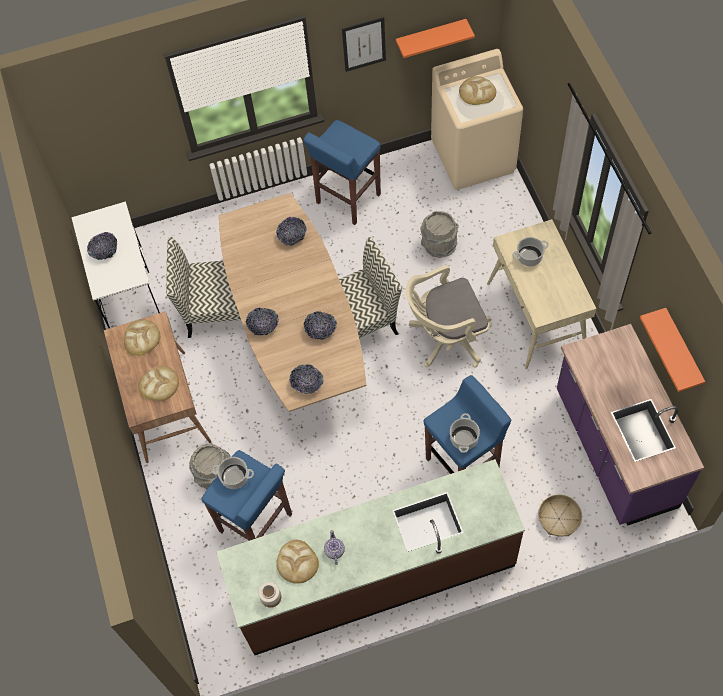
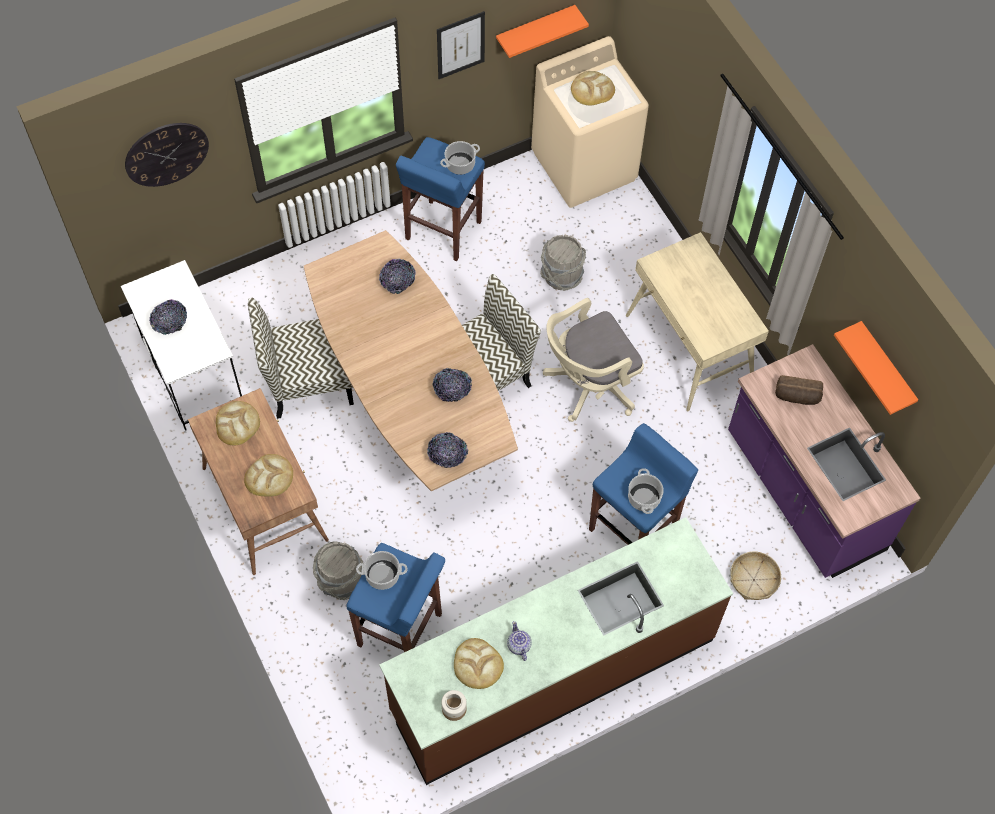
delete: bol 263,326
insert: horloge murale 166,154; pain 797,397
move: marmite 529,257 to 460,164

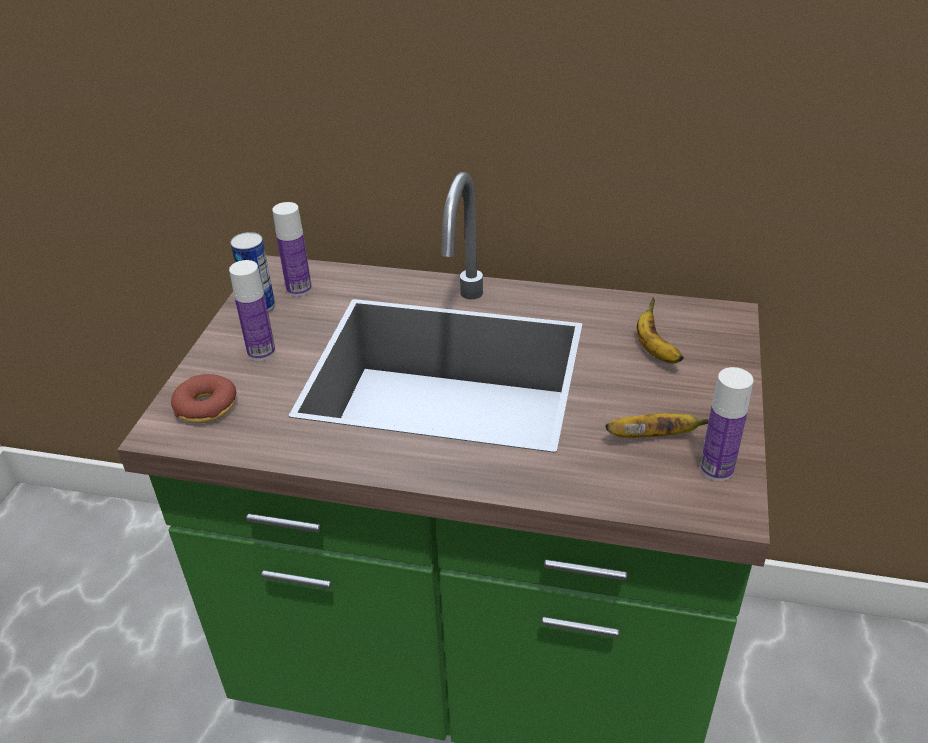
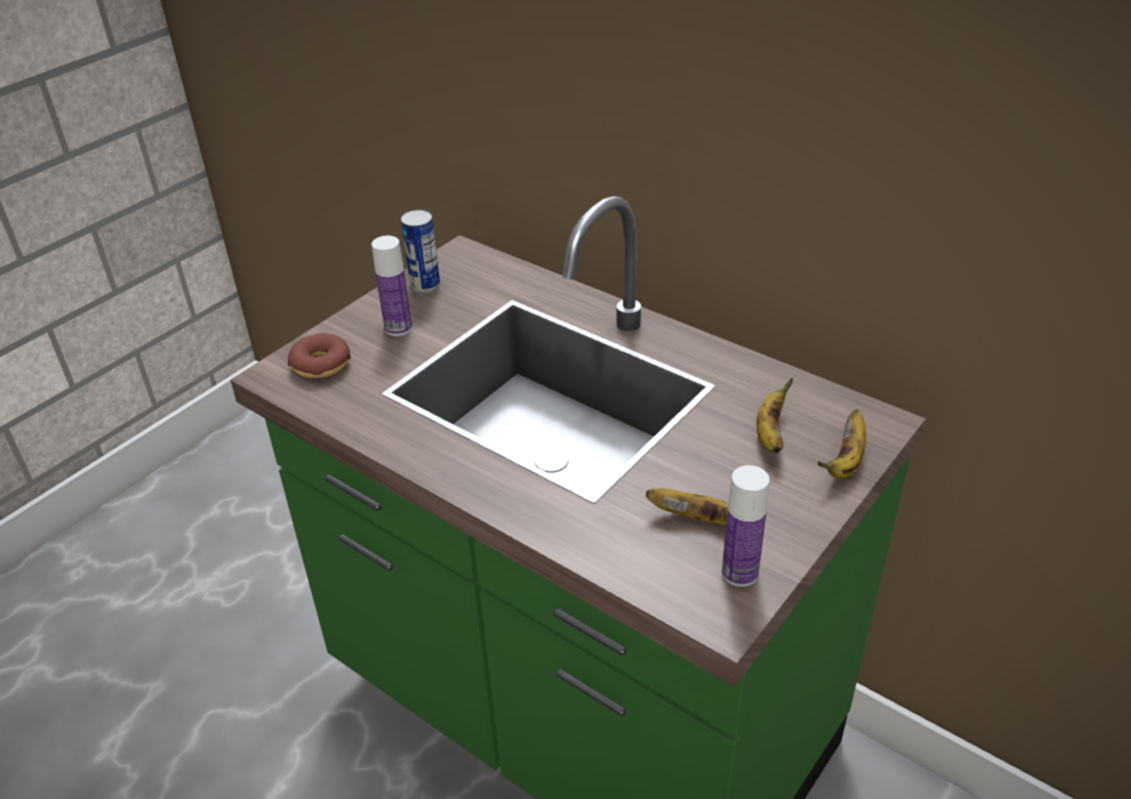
delete: bouteille 299,289
insert: banane 845,461

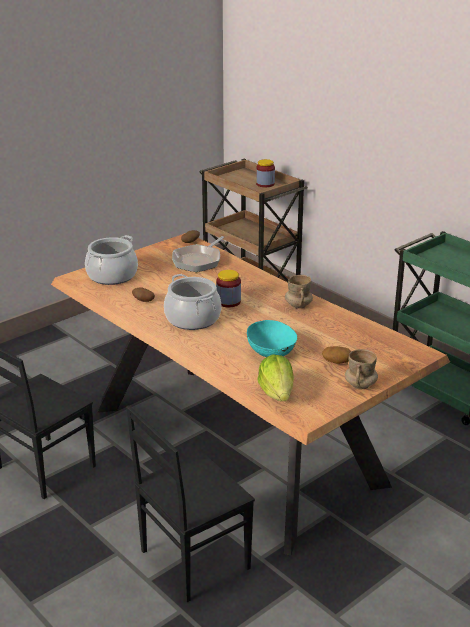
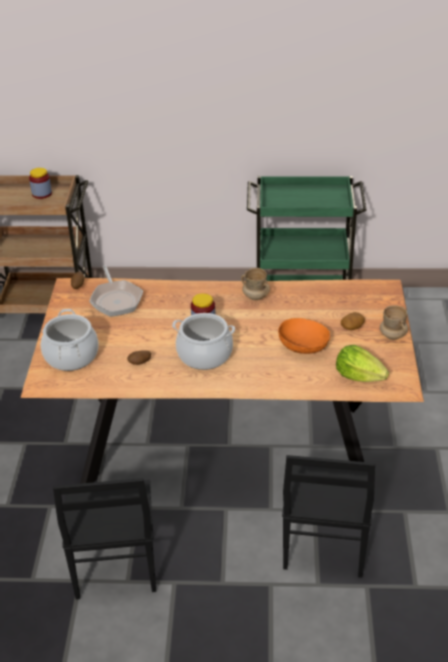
recolor: bol (turquoise) 272,353 to bol (orange) 303,347

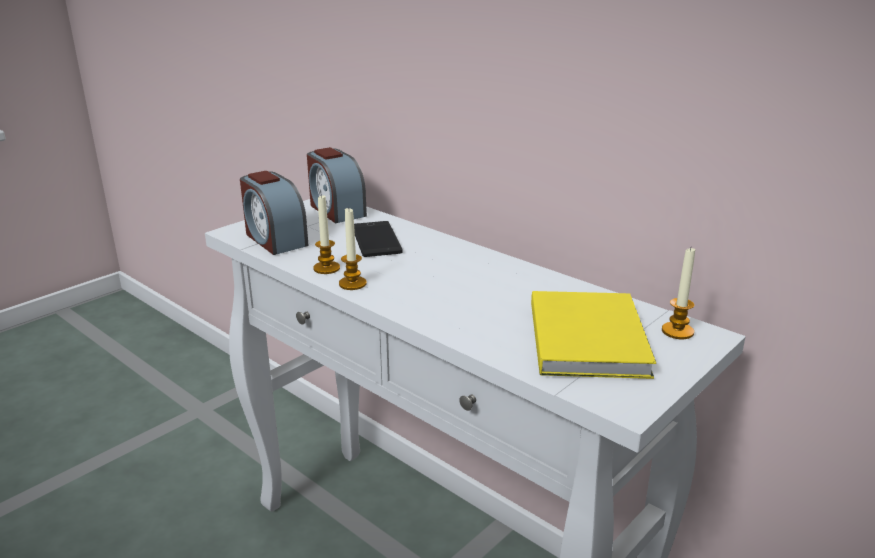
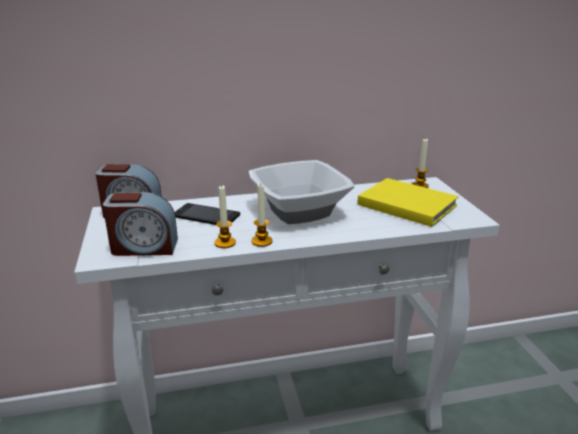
insert: bol 300,211

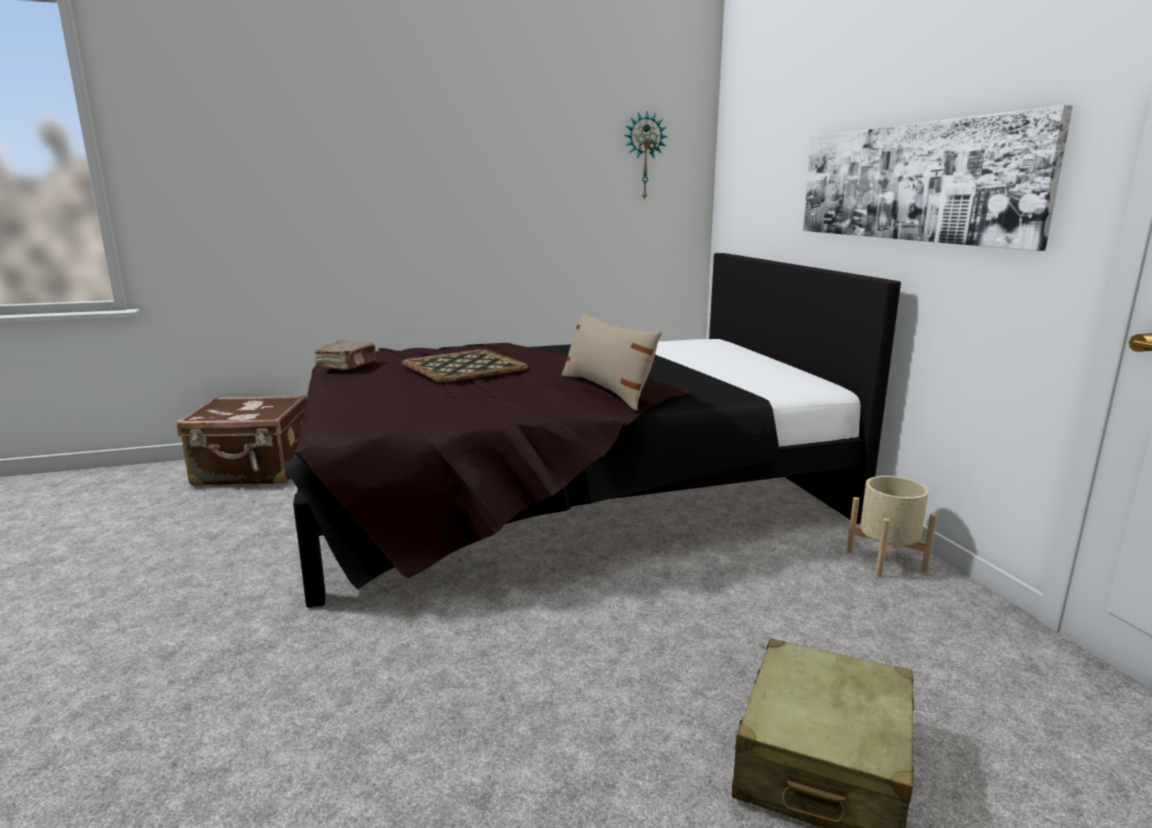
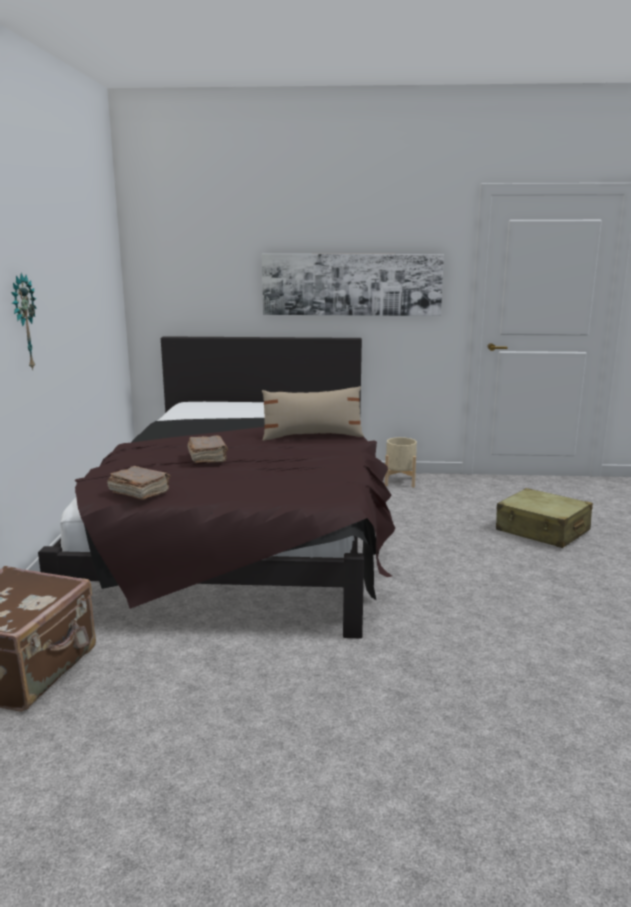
move: horloge murale 644,156 to 22,322
replace: plateau 465,366 to livre (marron) 208,458

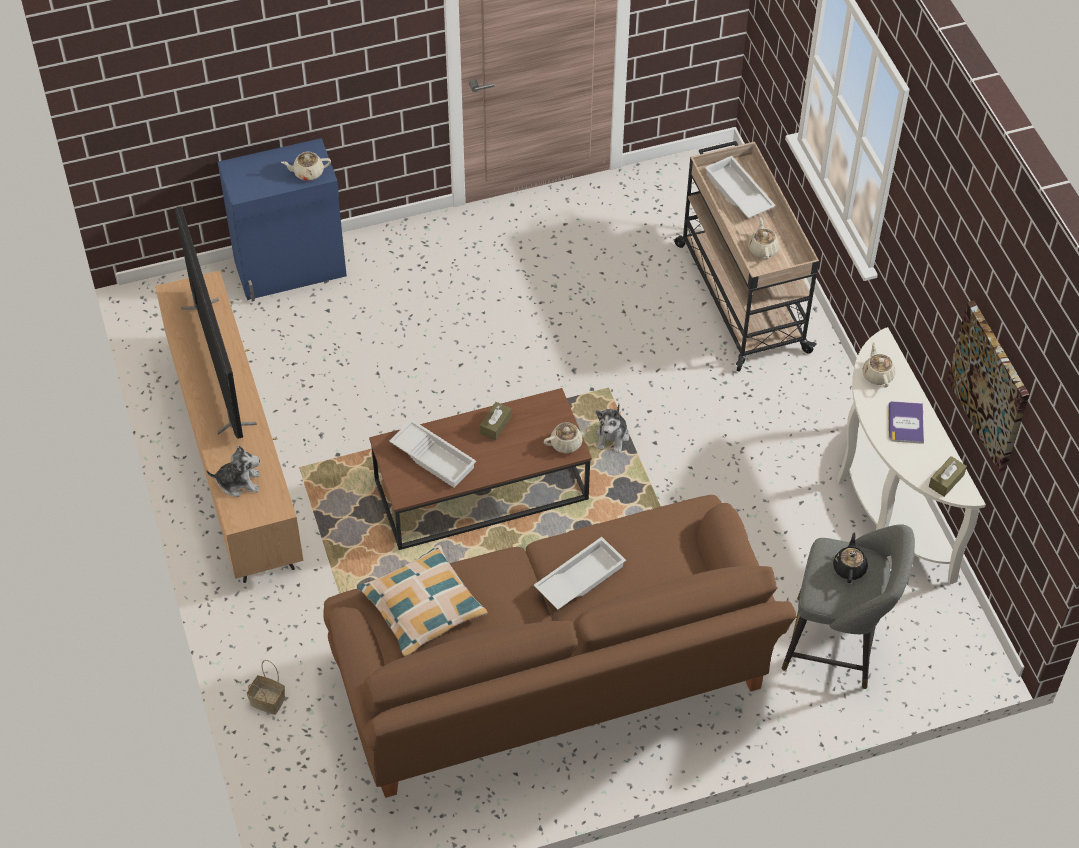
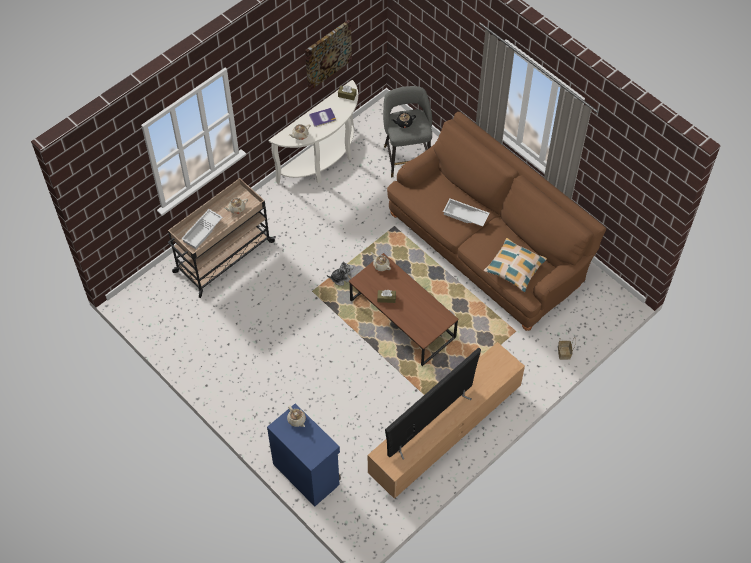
delete: peluche 238,482; plateau (blanc) 434,457

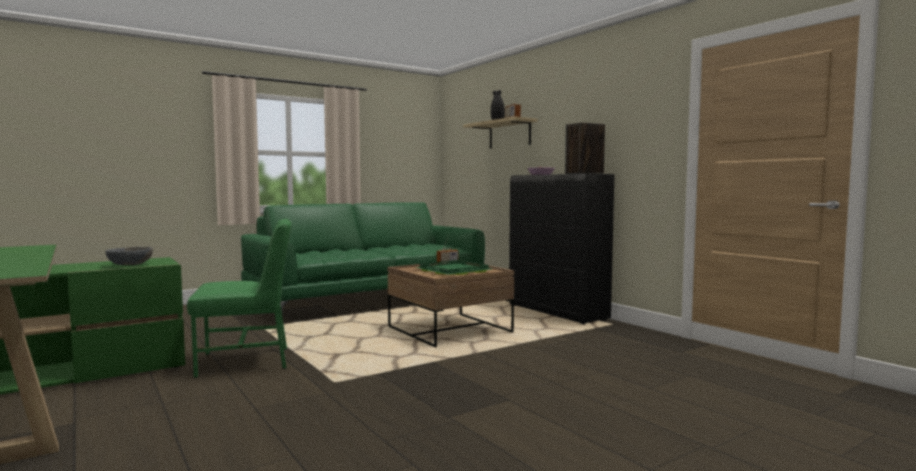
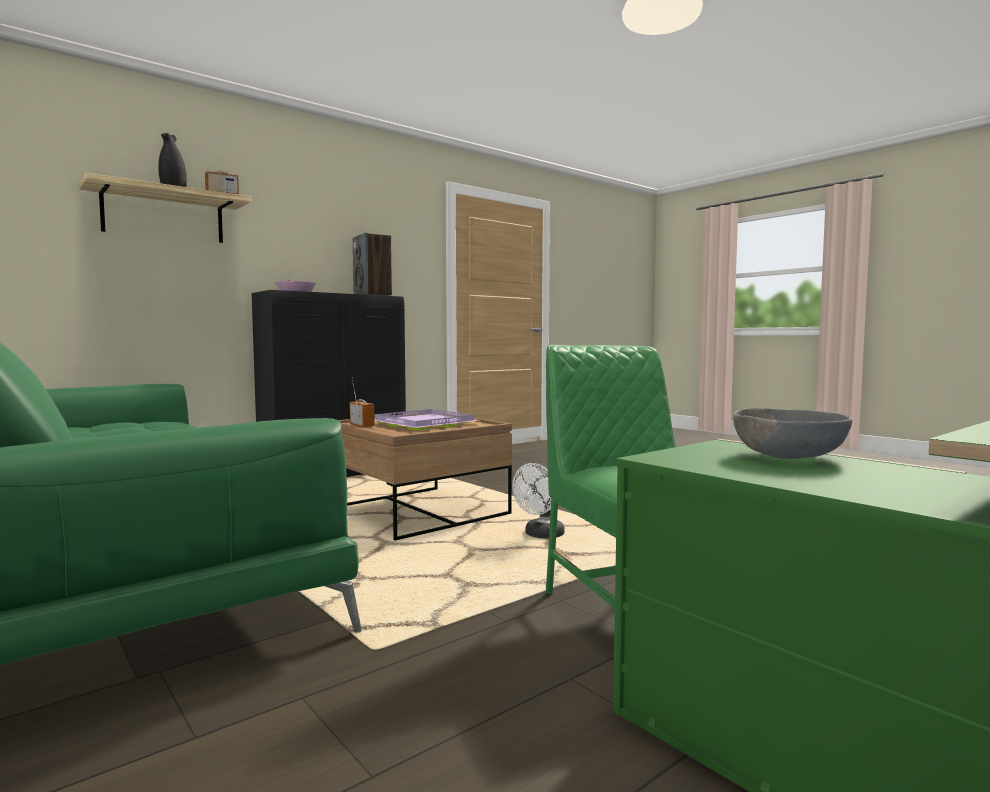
insert: ventilateur (blanc) 540,535
recolor: plateau (vert) 455,271 to plateau (violet) 424,423

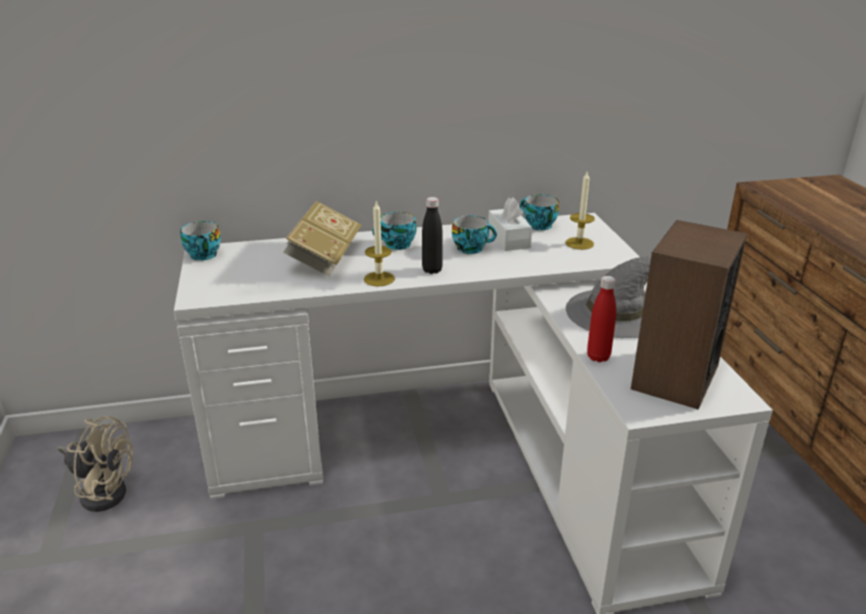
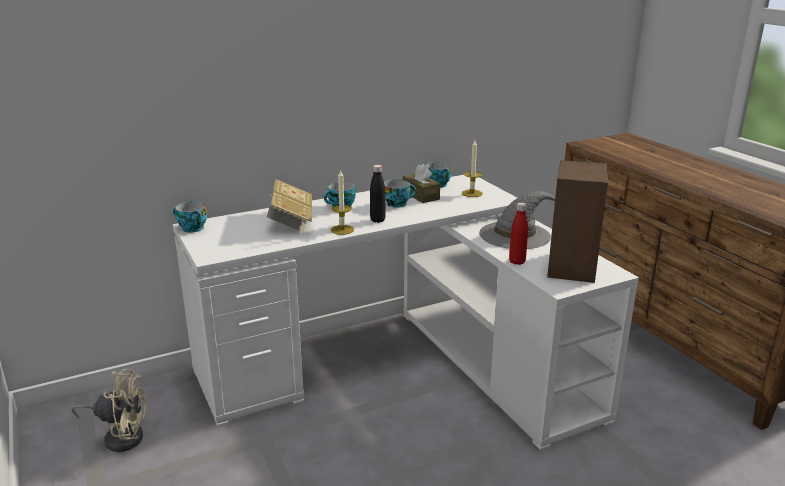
recolor: boîte à mouchoirs (blanc) 508,239 to boîte à mouchoirs (marron) 420,195

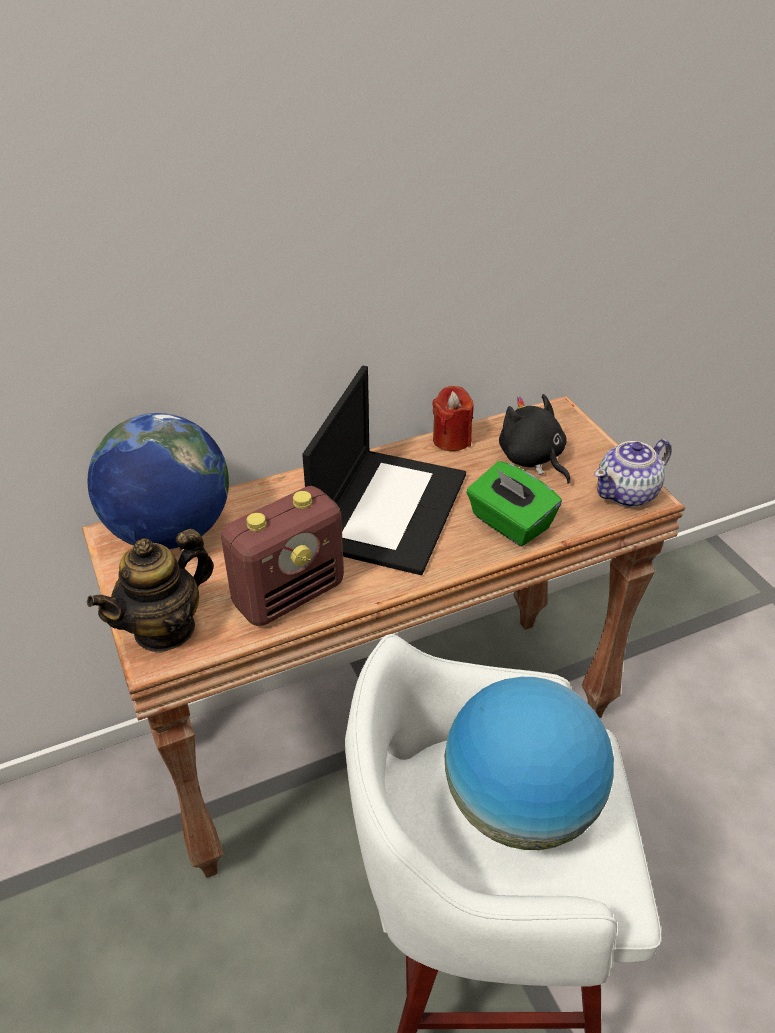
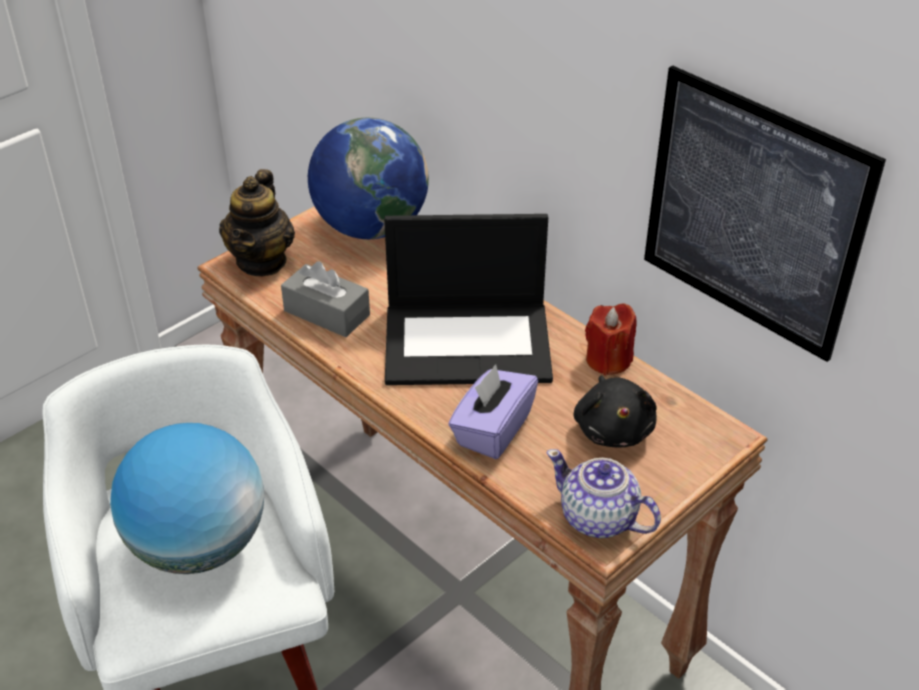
insert: tableau 752,214
replace: radio 290,594 to boîte à mouchoirs (gris) 327,313
recolor: boîte à mouchoirs (vert) 509,523 to boîte à mouchoirs (violet) 492,430
rotate: théière 165,629 = 262,261 105 degrees counterclockwise; peluche (noir) 532,459 = 613,428 135 degrees clockwise

